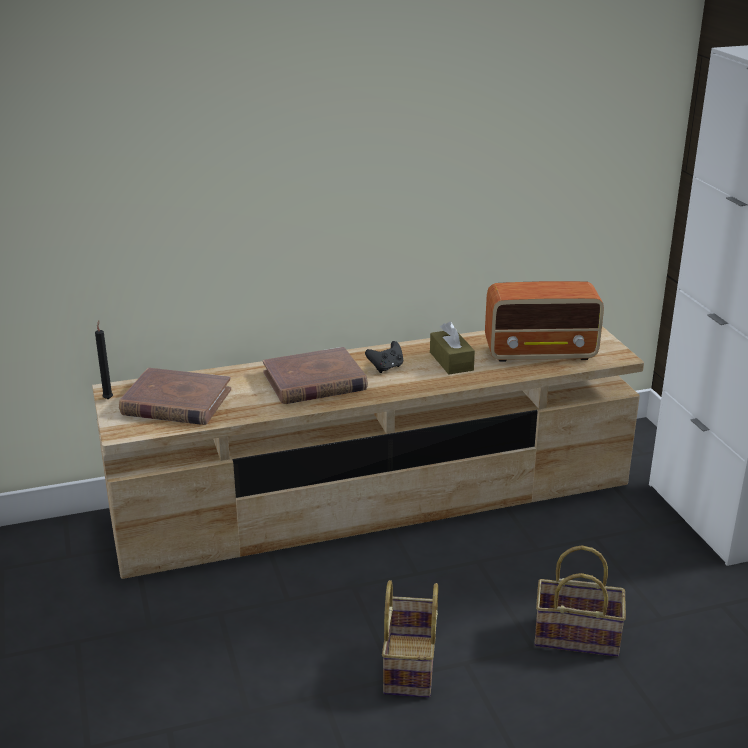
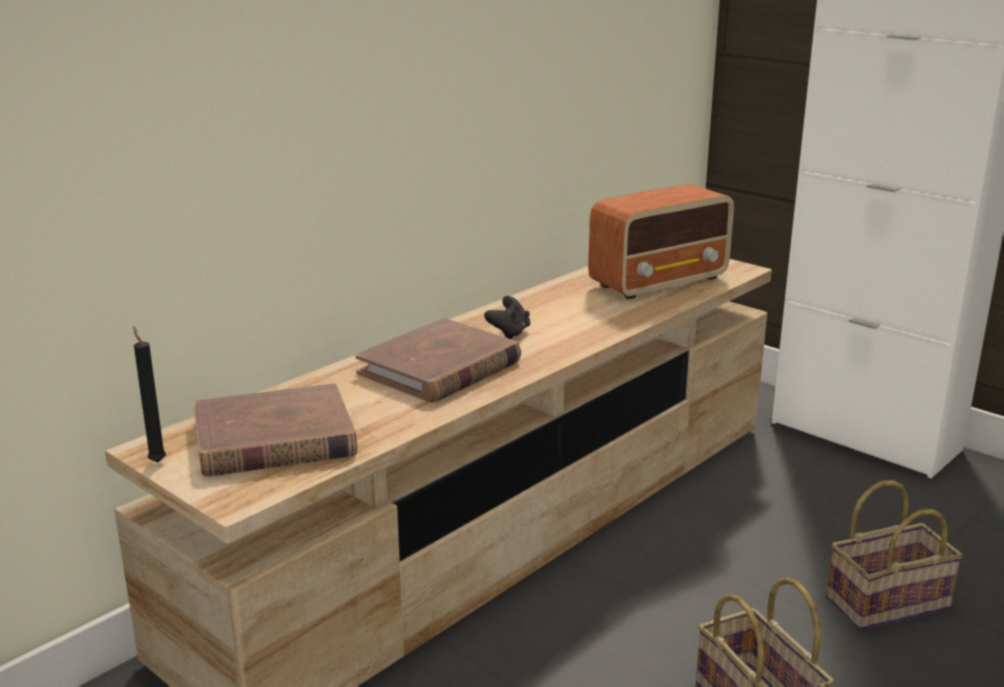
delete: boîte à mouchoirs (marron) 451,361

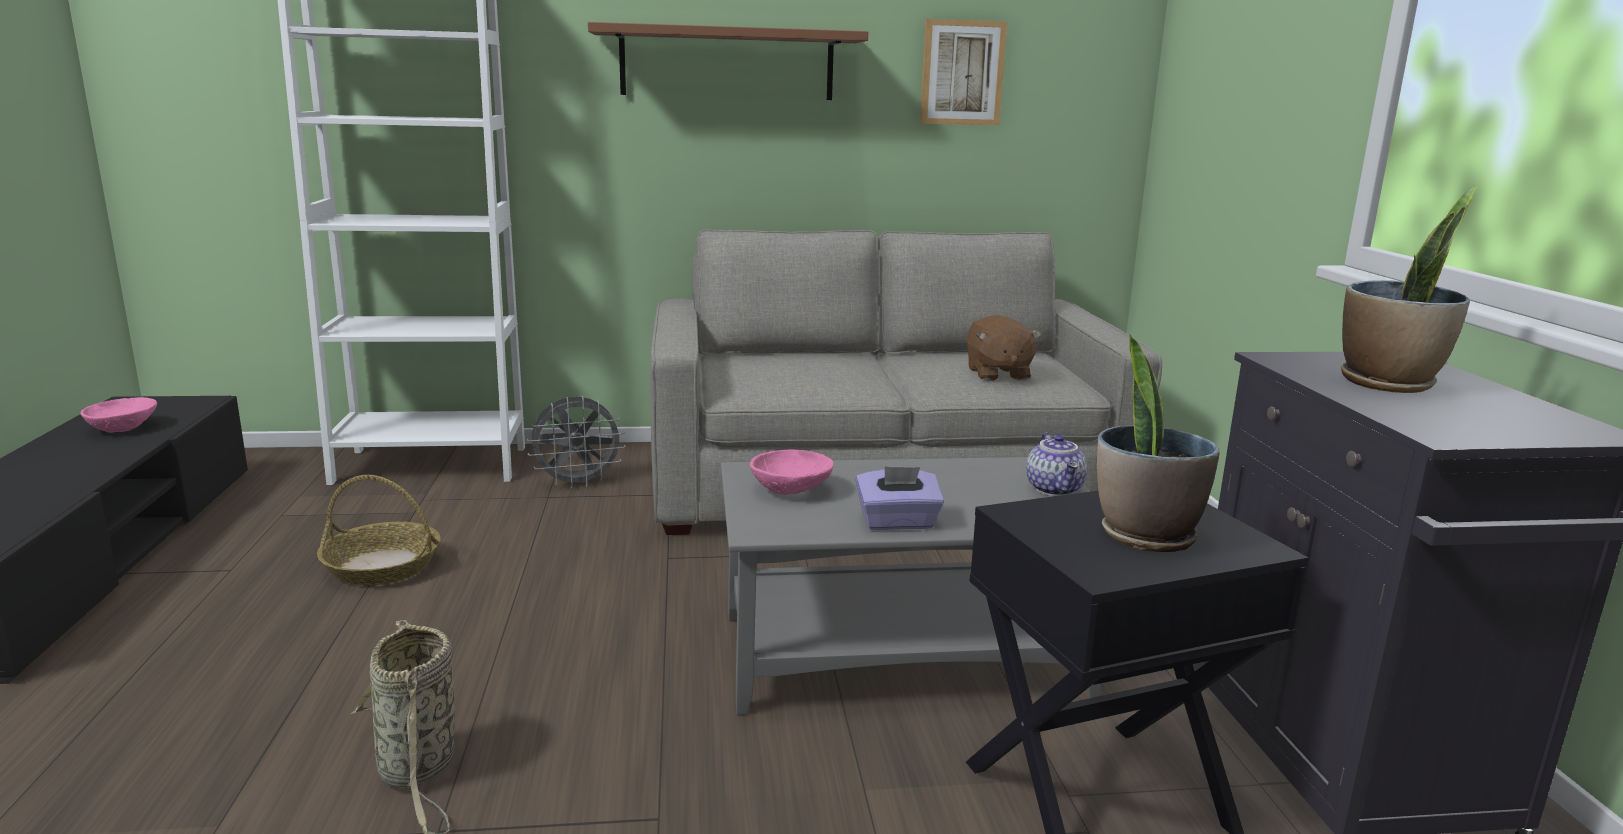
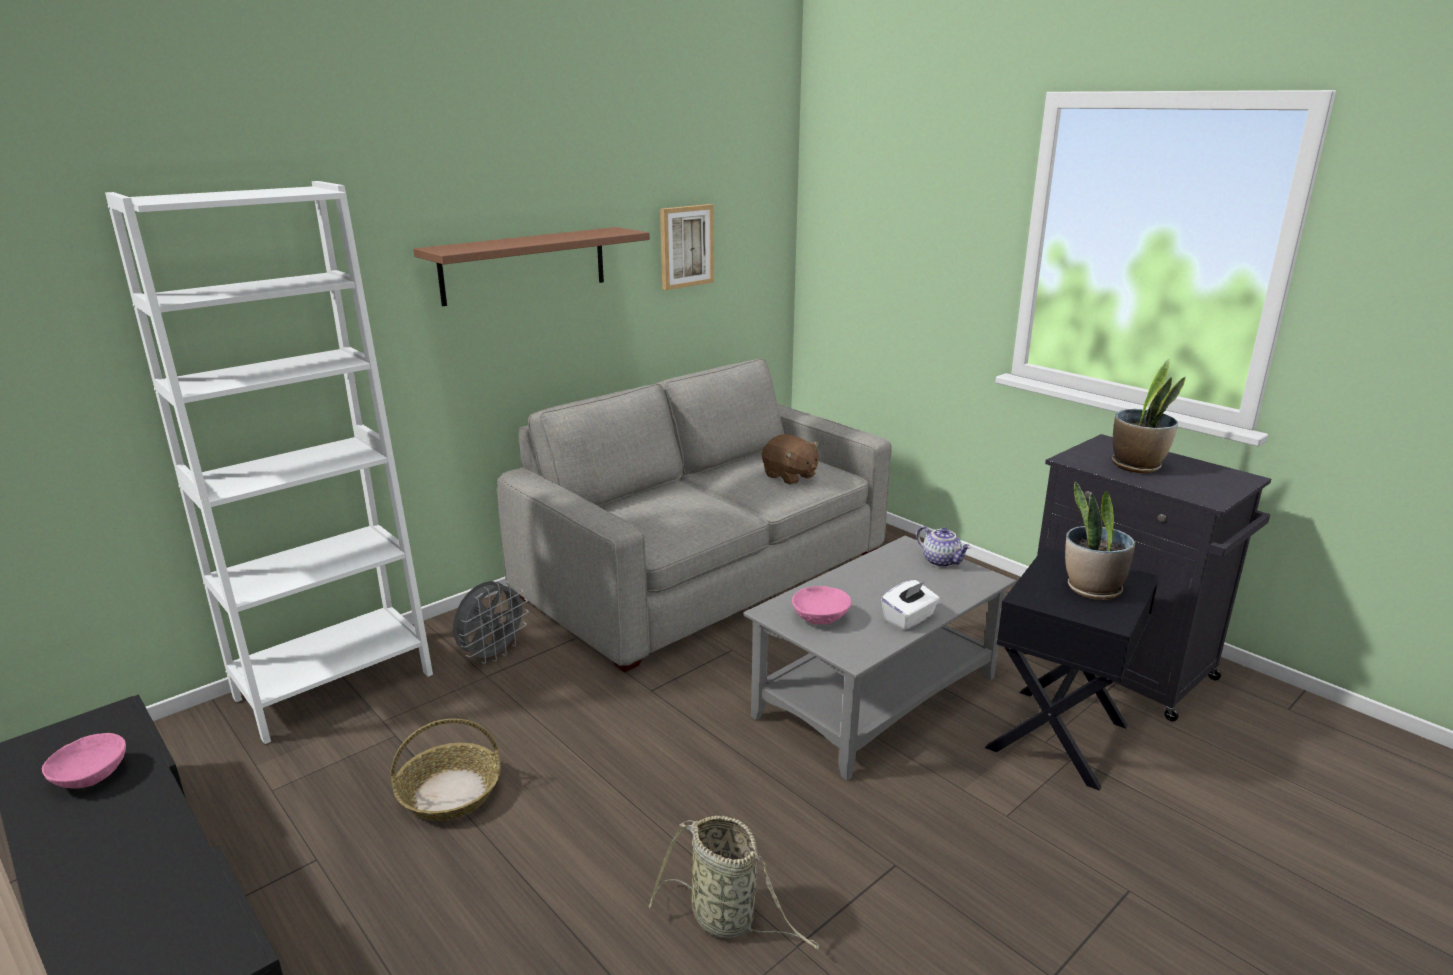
recolor: boîte à mouchoirs (violet) 897,523 to boîte à mouchoirs (blanc) 909,619

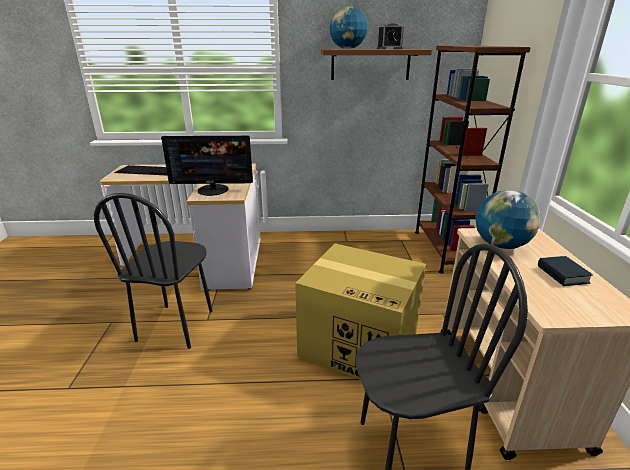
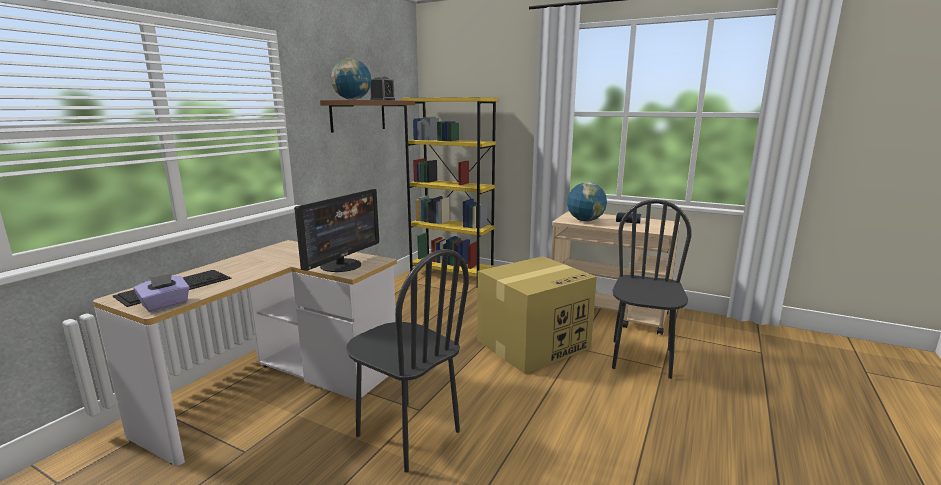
insert: boîte à mouchoirs (violet) 165,305
recolor: bibliothèque (marron) 444,250 to bibliothèque (jaune) 451,275

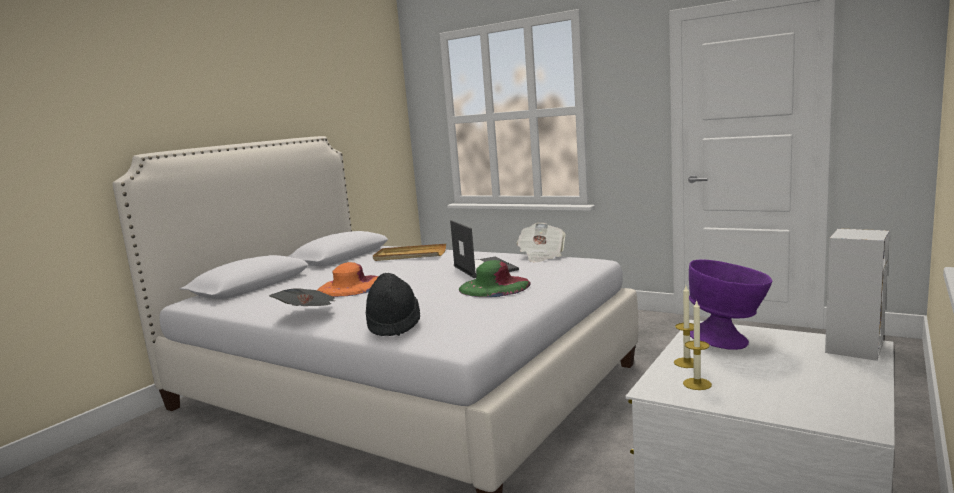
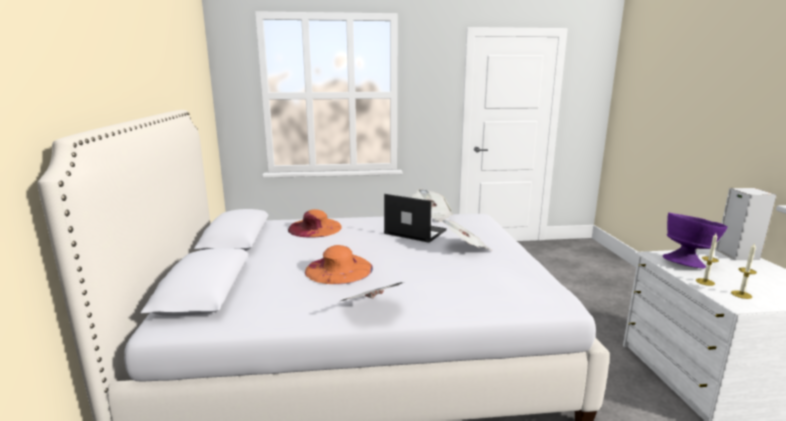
delete: chapeau (noir) 393,325
replace: plateau (beige) 410,255 to chapeau (orange) 315,228; chapeau (vert) 494,286 to journal 465,247

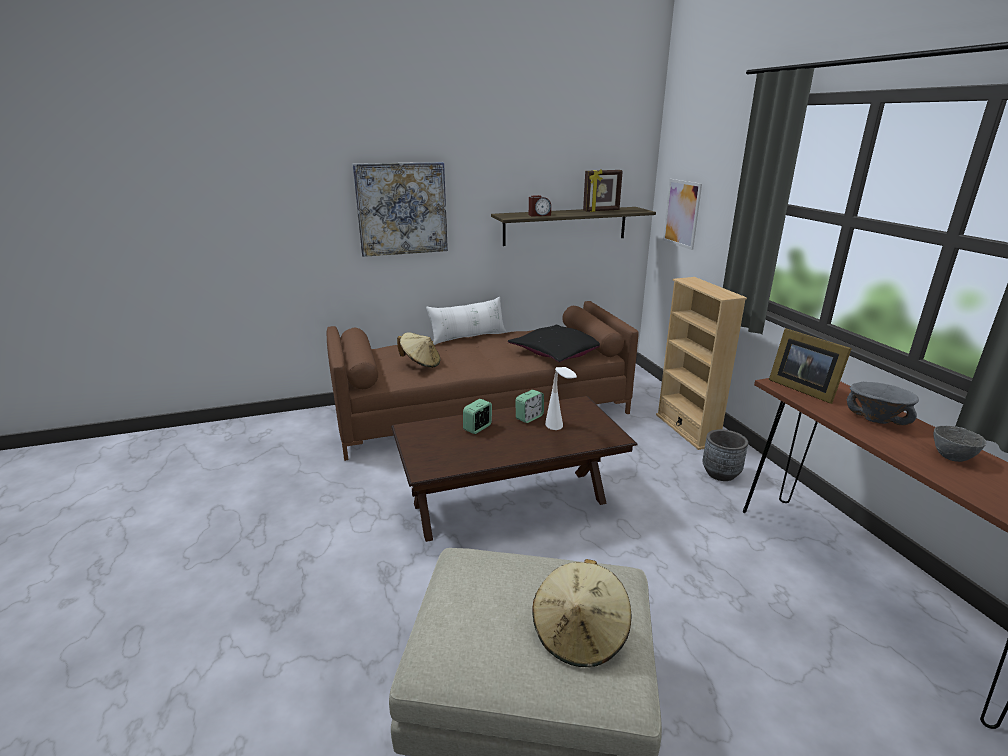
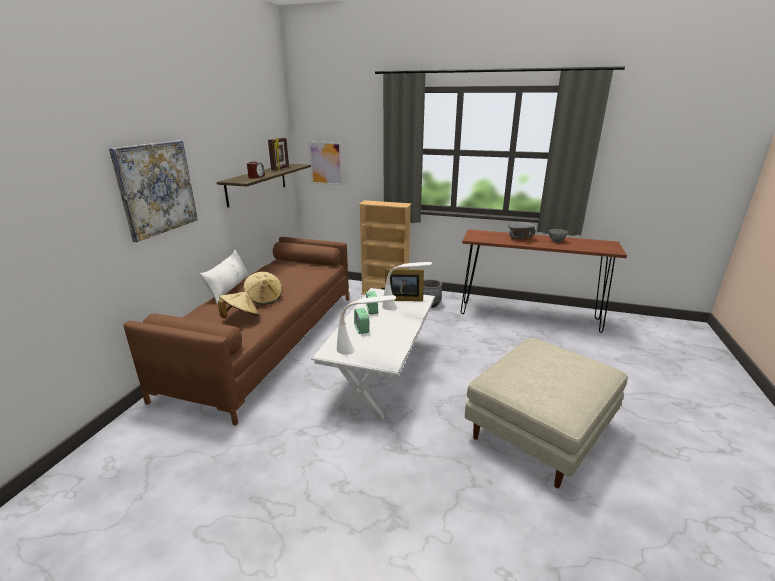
delete: coussin (noir) 557,352
insert: lampe de table (blanc) 365,354
move: chapeau (beige) 580,634 to 264,298; cadre photo 801,388 to 402,298
recolor: table basse (marron) 510,503 to table basse (blanc) 381,372

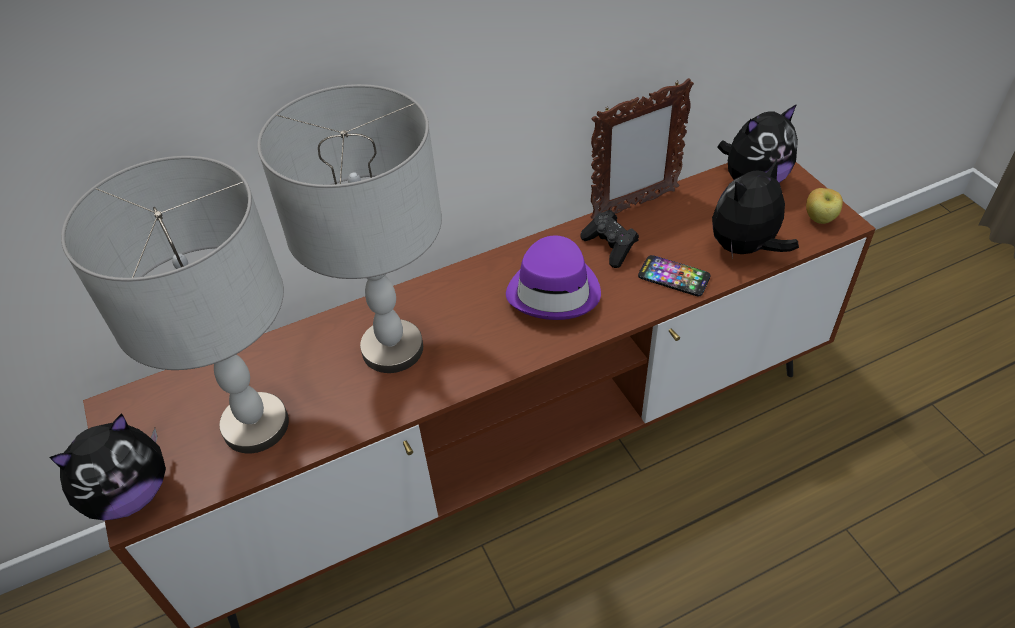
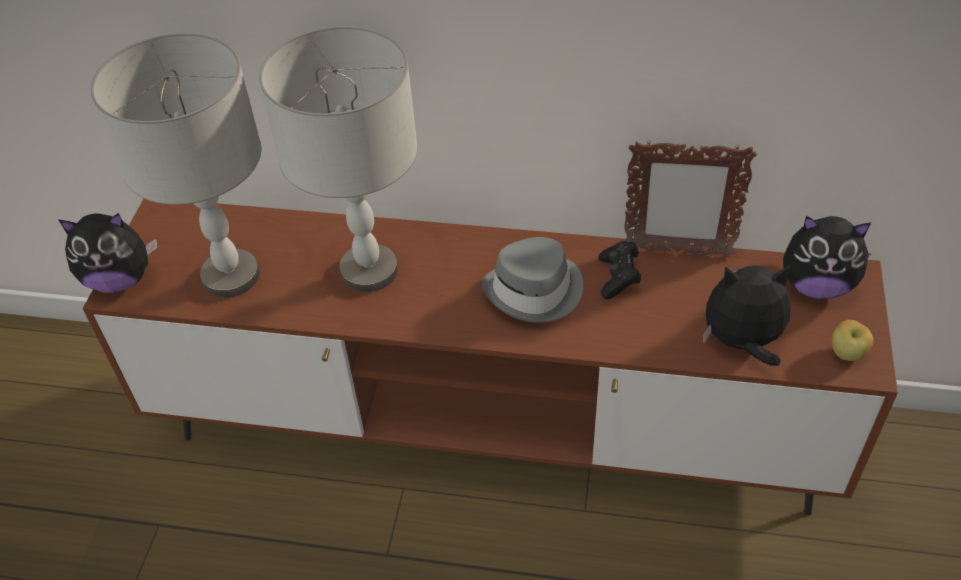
delete: téléphone 673,277
recolor: chapeau (violet) 555,291 to chapeau (gris) 535,291

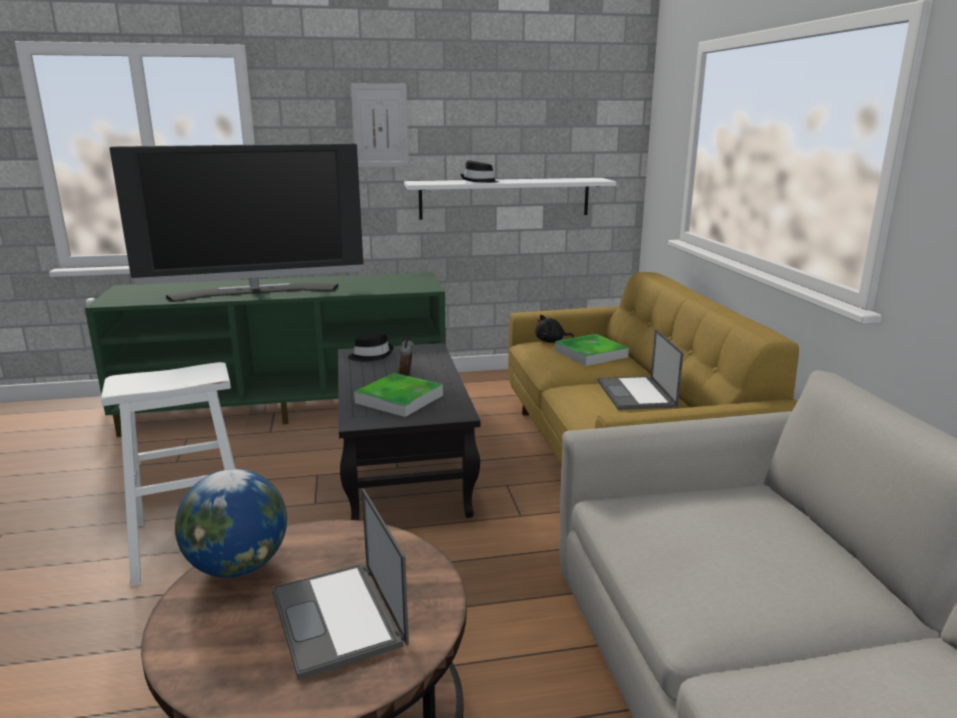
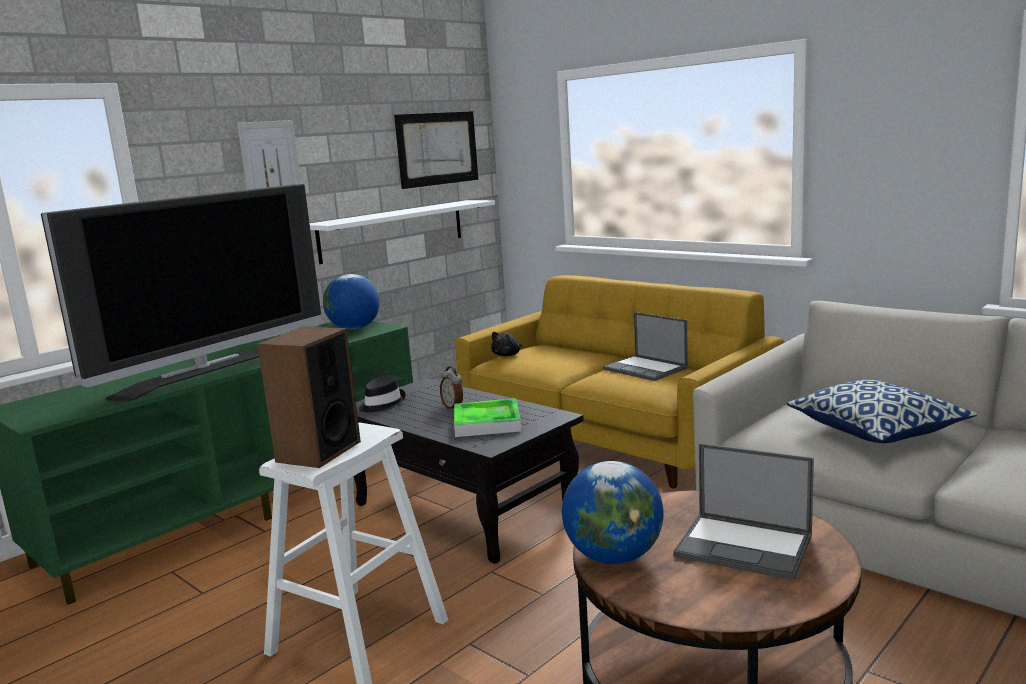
delete: chapeau (noir) 479,181; plateau 590,354
insert: enceinte 318,452; globe 354,329; tableau 437,149; coussin 876,430

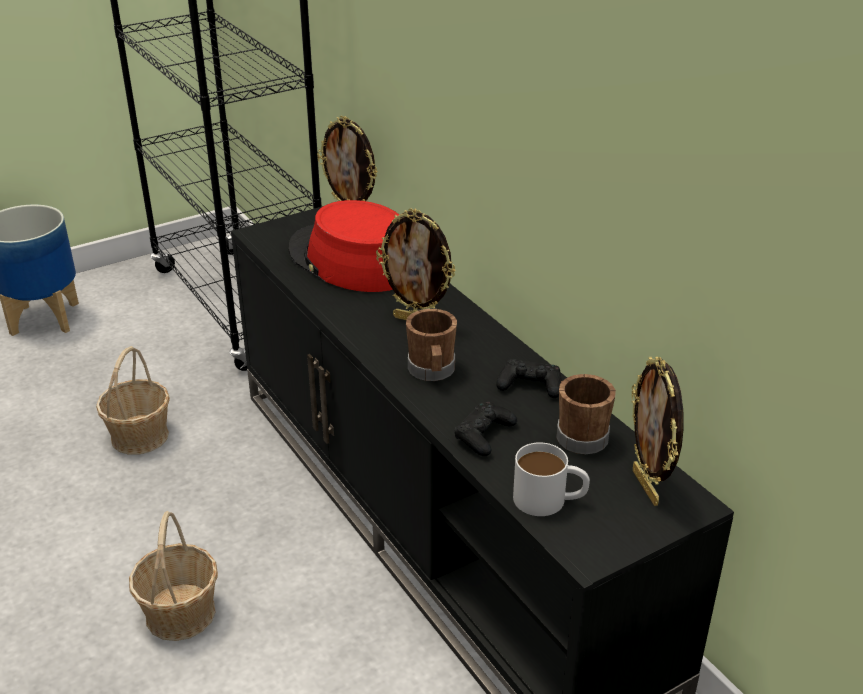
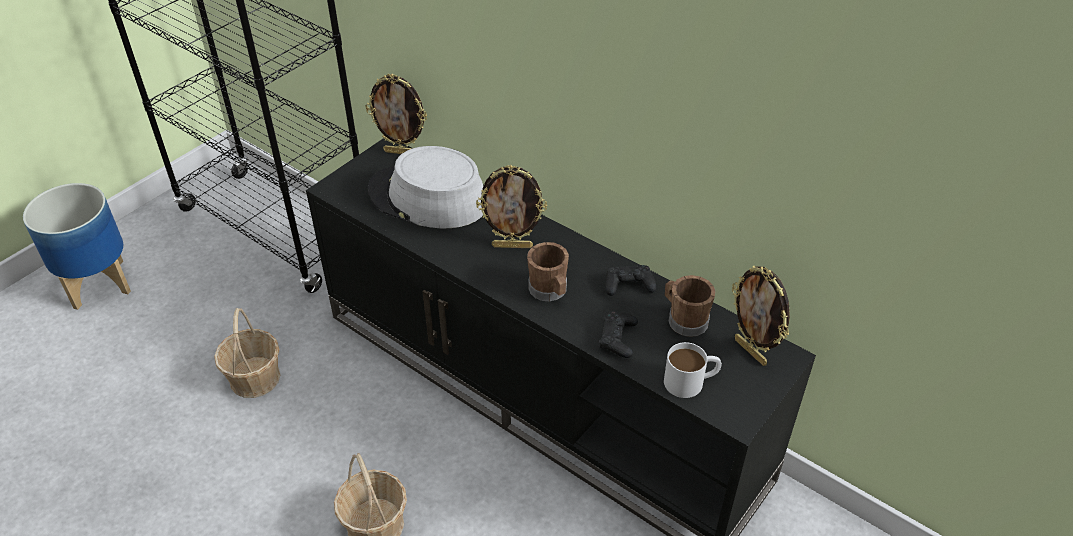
recolor: chapeau (rouge) 351,260 to chapeau (gris) 427,198

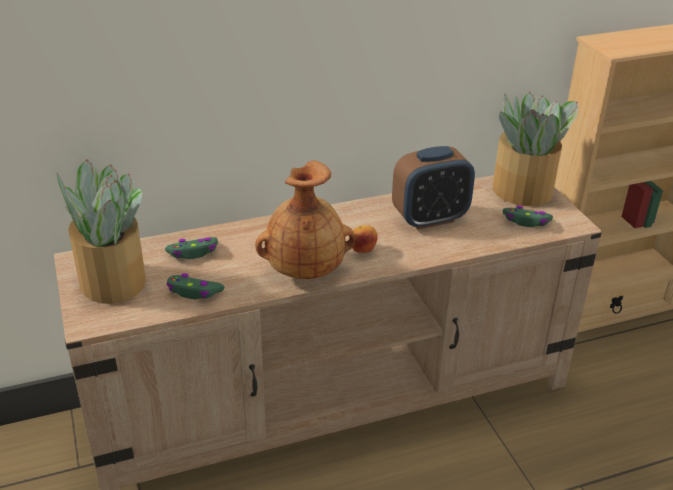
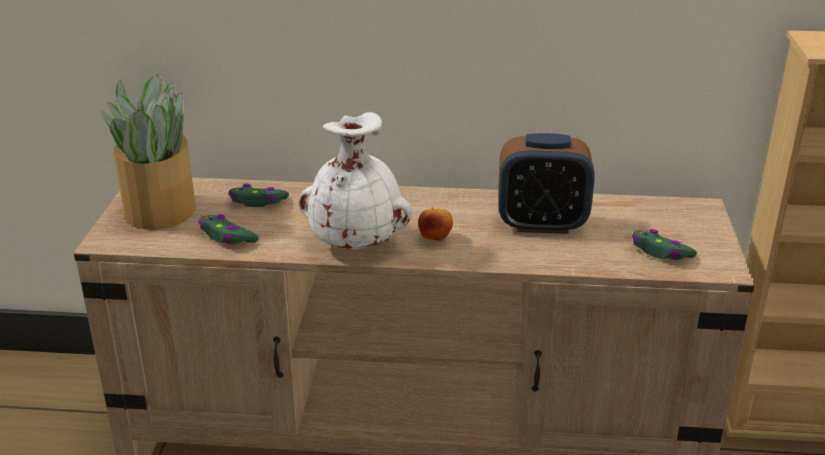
delete: plante en pot 523,191
recolor: vase (marron) 305,269 to vase (blanc) 357,242

